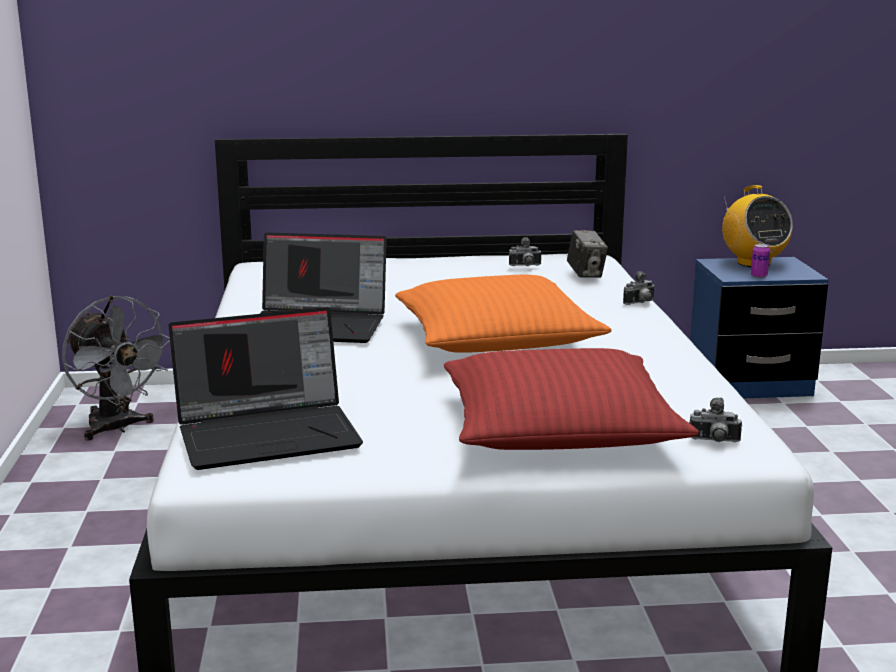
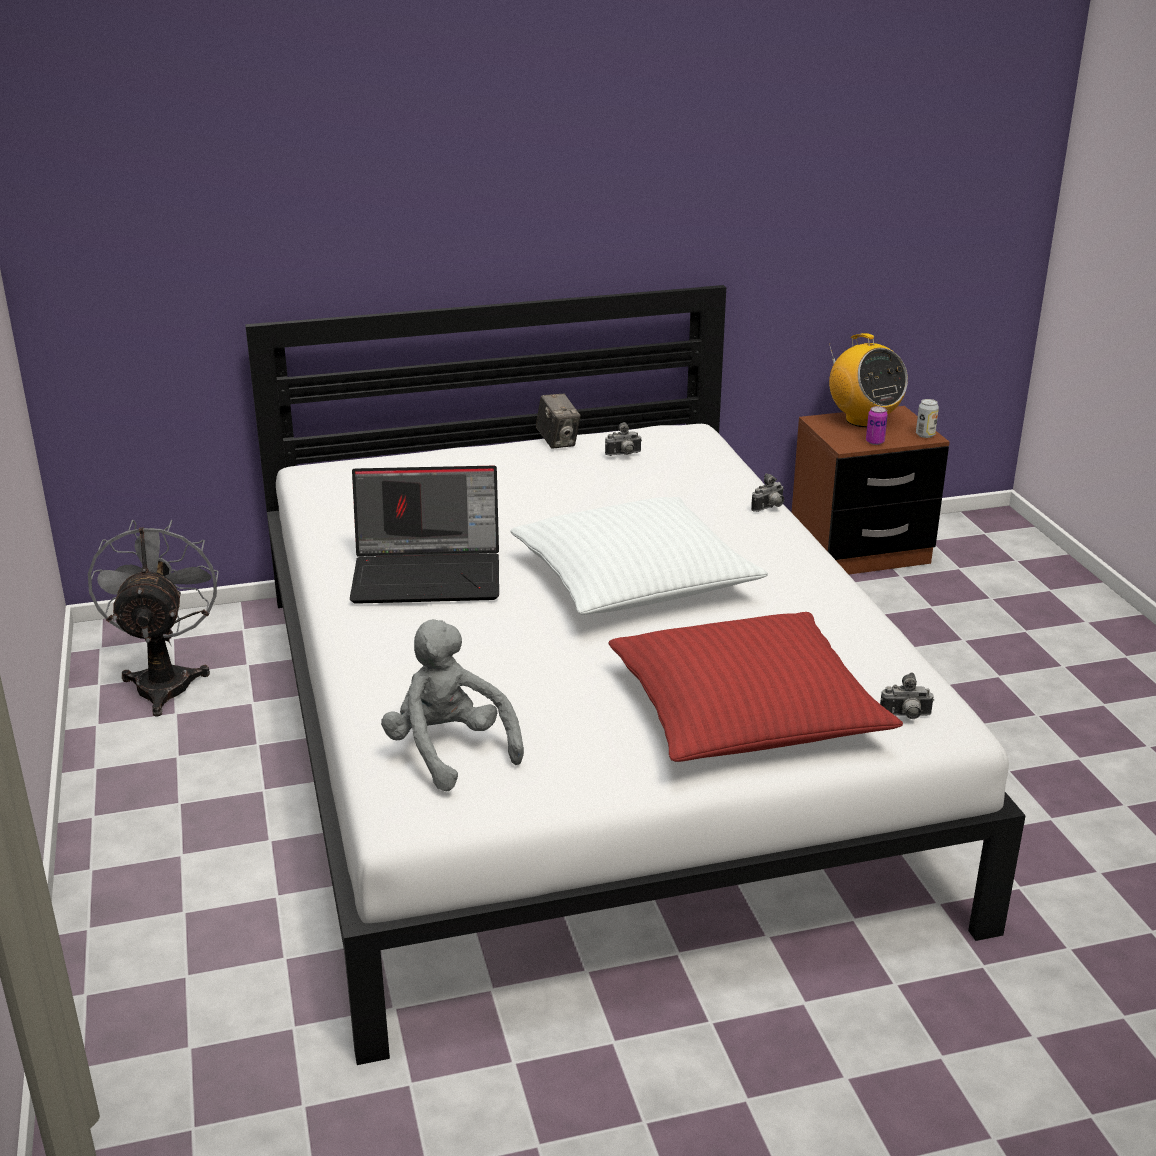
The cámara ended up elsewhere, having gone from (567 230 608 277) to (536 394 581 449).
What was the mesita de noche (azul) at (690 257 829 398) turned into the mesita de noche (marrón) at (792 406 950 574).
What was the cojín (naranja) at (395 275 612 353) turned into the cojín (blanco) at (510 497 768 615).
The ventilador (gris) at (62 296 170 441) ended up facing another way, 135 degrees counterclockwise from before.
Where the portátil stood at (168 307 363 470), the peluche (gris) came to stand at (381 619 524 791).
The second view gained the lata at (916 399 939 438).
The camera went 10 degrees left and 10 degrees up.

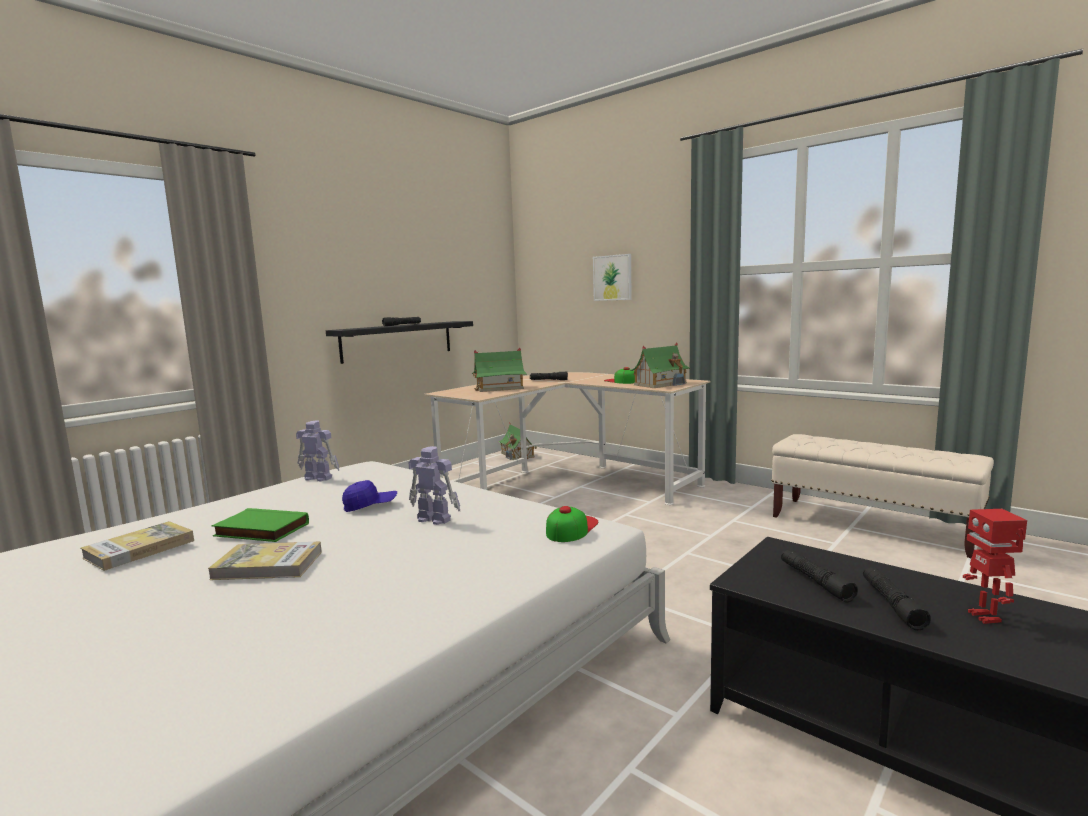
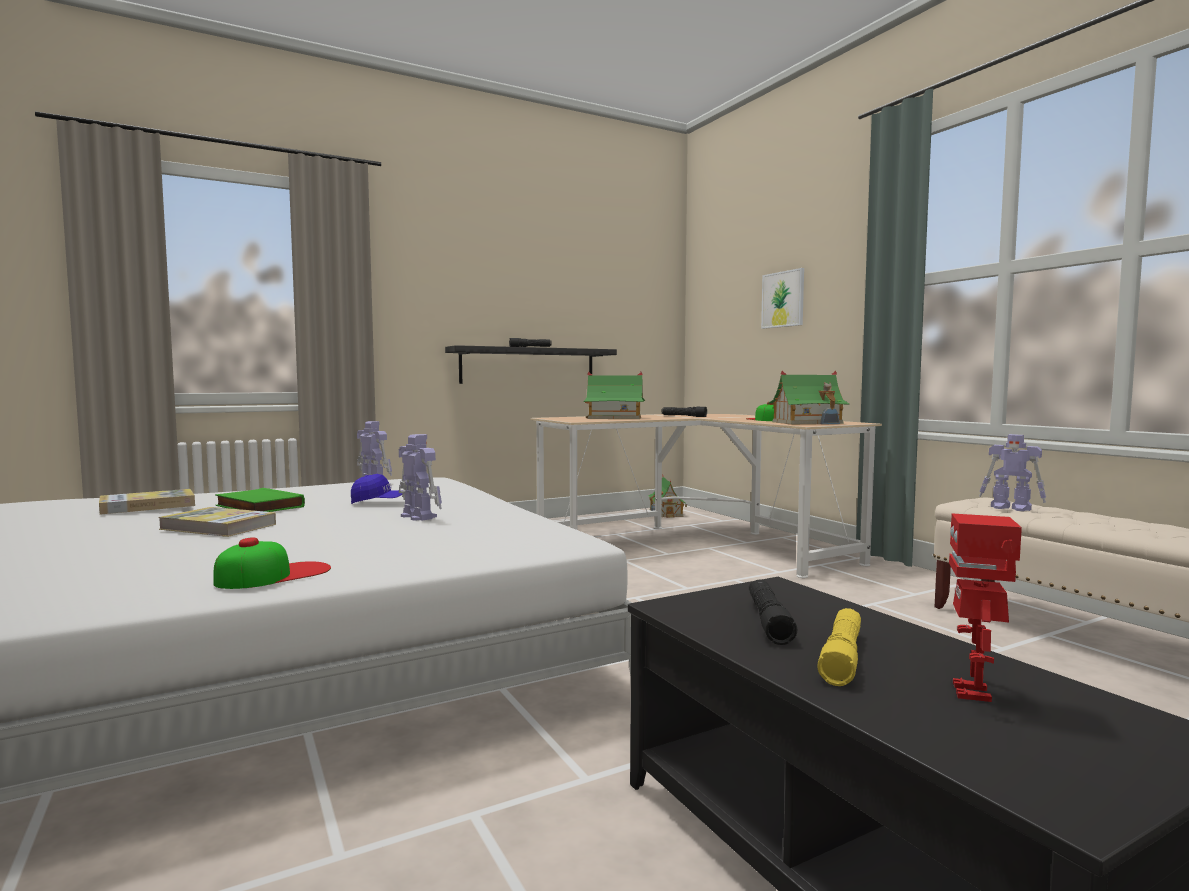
The gorra ended up elsewhere, having gone from (546 506 598 542) to (213 537 331 589).
What was the linterna (negro) at (863 567 931 630) turned into the linterna (amarillo) at (817 608 861 686).
The second view gained the robot de juguete at (979 434 1046 511).
The camera went 20 degrees right and 5 degrees down.

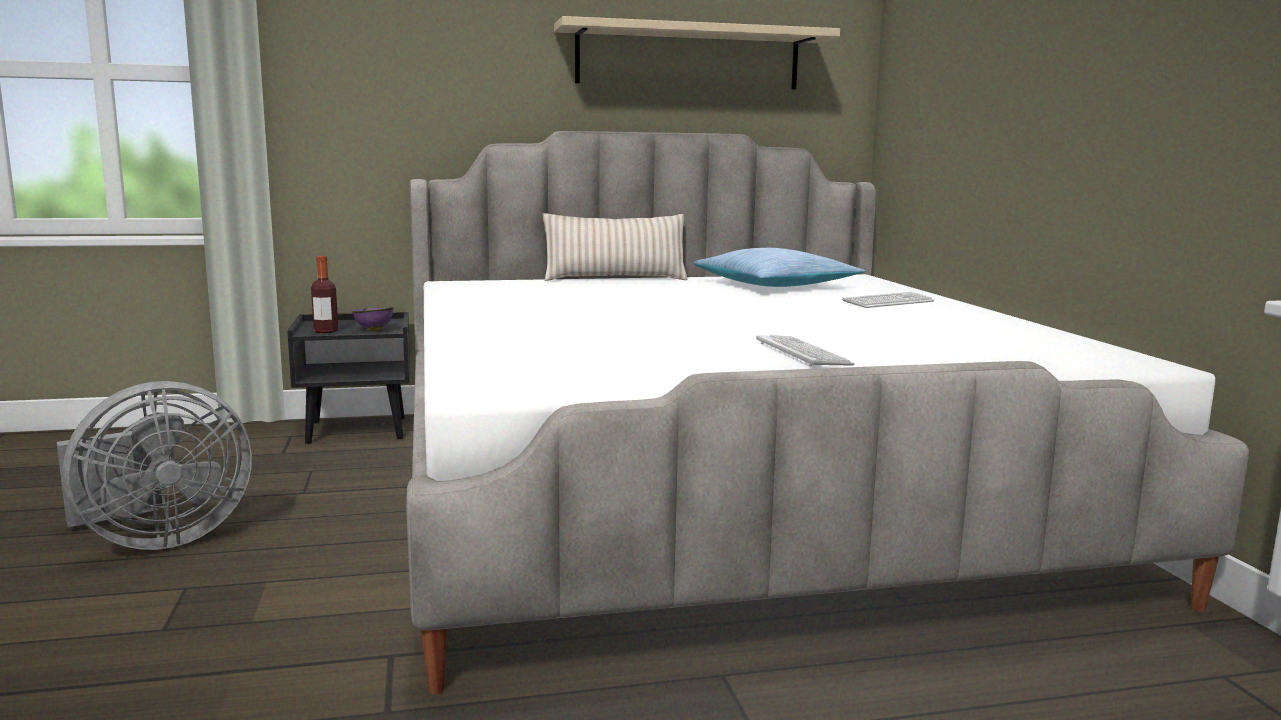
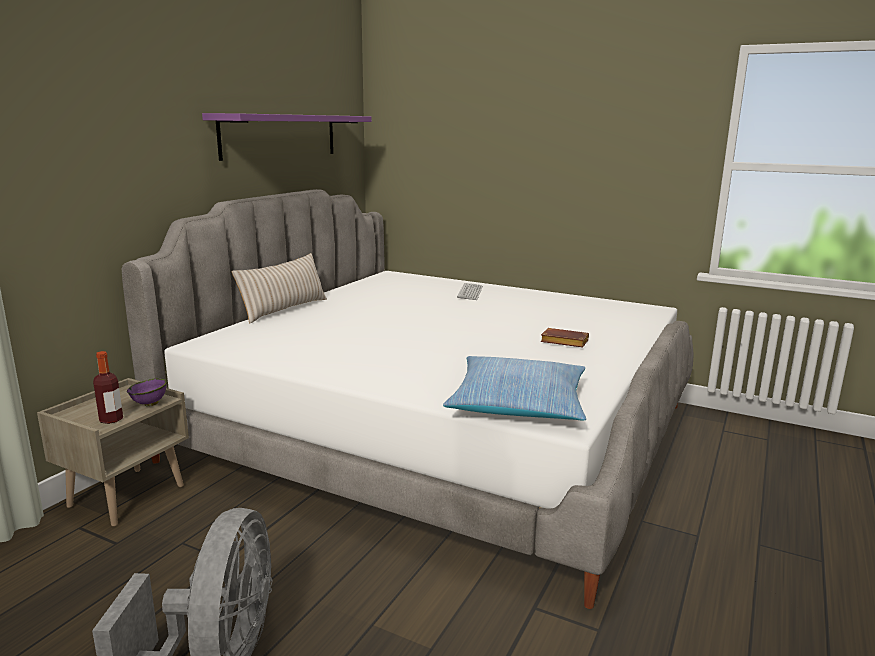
What was the estante (beis) at (554 16 840 90) turned into the estante (morado) at (202 113 372 161).
The cojín ended up elsewhere, having gone from (694 248 865 287) to (443 356 586 421).
What was the mesita de noche (negro) at (287 312 410 444) turned into the mesita de noche (beis) at (37 378 189 526).
Where the teclado stood at (756 335 855 366), the libro (marrón) came to stand at (540 328 589 348).
The camera went 50 degrees left and 5 degrees up.

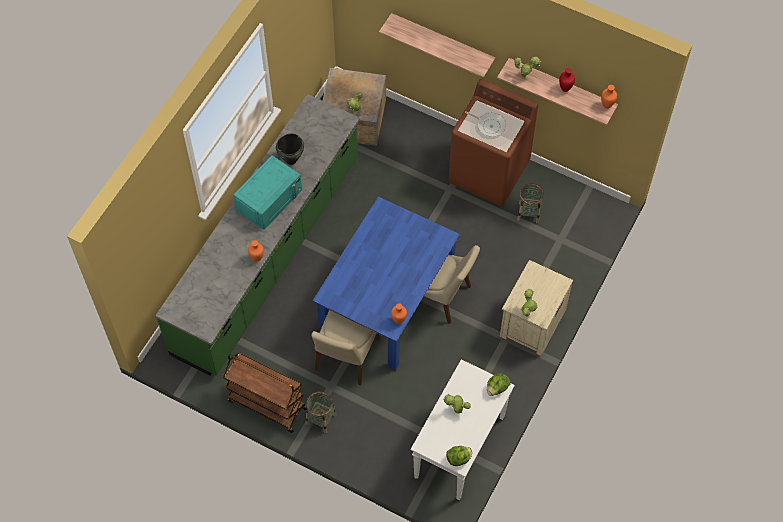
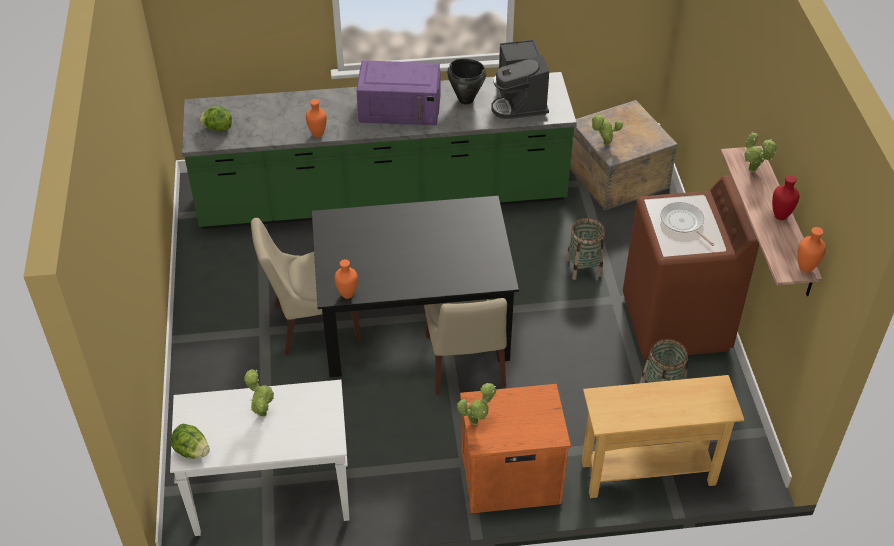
The second view lost the estante at (379 13 495 78).
The sartén at (465 112 506 137) ended up facing another way, 150 degrees clockwise from before.
What was the microondas (turquesa) at (234 155 302 230) turned into the microondas (morado) at (356 60 441 125).
What was the mesa de comedor (azul) at (312 197 460 371) turned into the mesa de comedor (negro) at (312 196 519 377).
What was the mesita de noche (beis) at (500 260 573 356) turned into the mesita de noche (naranja) at (460 384 571 513).
The second view lost the carrito (marrón) at (223 352 307 433).
The lechuga ended up elsewhere, having gone from (487 373 511 396) to (199 106 232 131).
The cesta ended up elsewhere, having gone from (306 392 336 433) to (566 218 605 280).
The second view gained the cafetera at (491 40 549 119).
The second view gained the mesa consola (beis) at (582 375 745 498).
The camera went 55 degrees right and 15 degrees down.

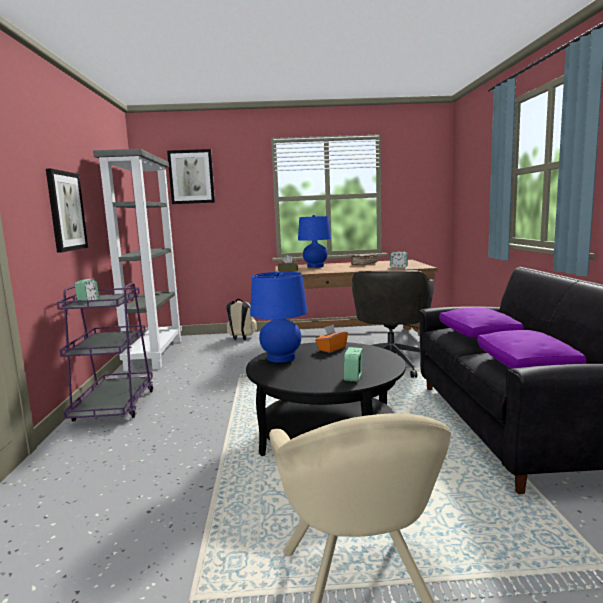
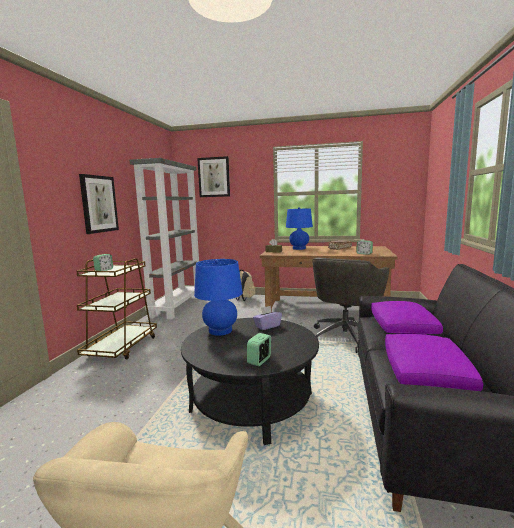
What was the carrito (morado) at (57 282 154 421) turned into the carrito (marrón) at (76 258 157 359).
What was the caja de pañuelos (naranja) at (315 325 348 353) turned into the caja de pañuelos (morado) at (253 306 282 330).
The camera went 15 degrees right and 0 degrees up.

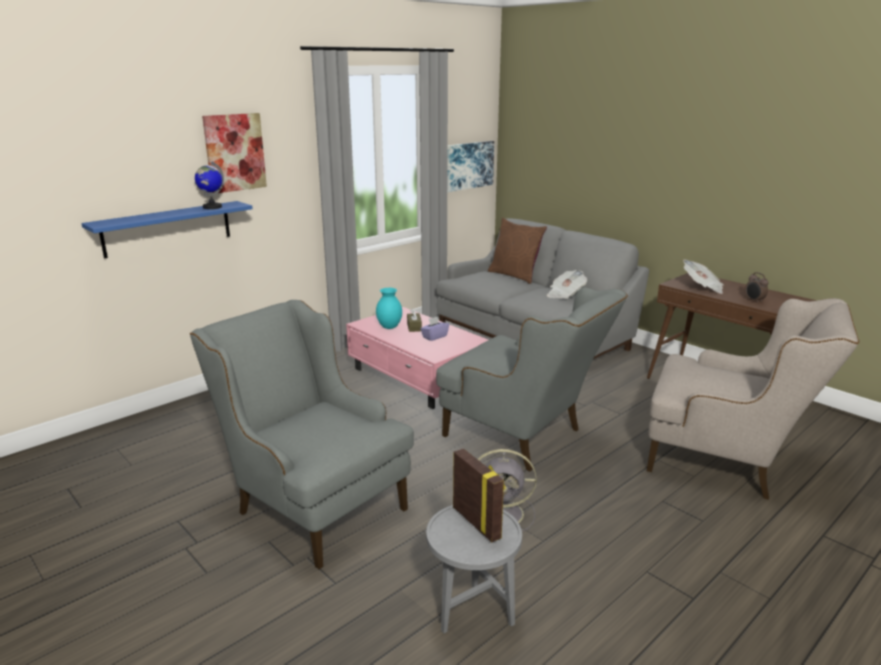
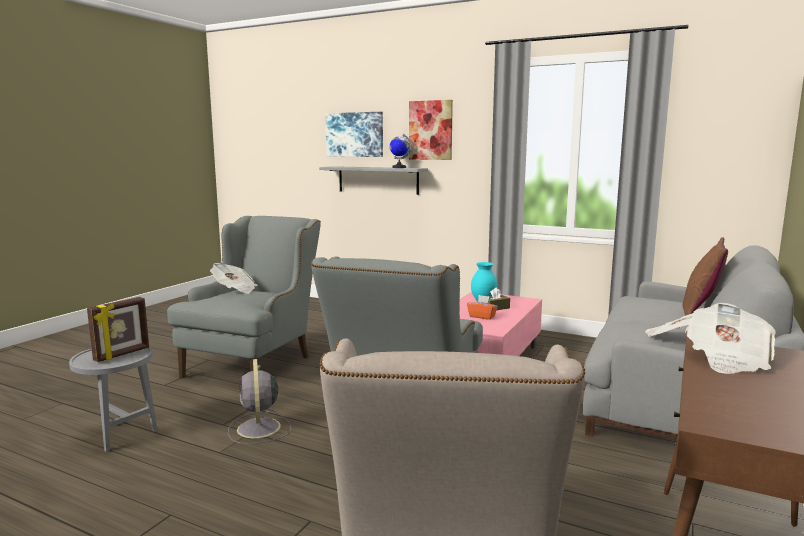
The cuadro ended up elsewhere, having gone from (447 141 494 192) to (325 112 383 157).
What was the estante (azul) at (82 201 253 259) turned into the estante (gris) at (319 166 428 195).
The second view lost the despertador at (745 272 769 303).
What was the caja de pañuelos (morado) at (420 316 449 341) turned into the caja de pañuelos (naranja) at (467 295 498 320).
The second view gained the periódico at (210 263 257 294).
The camera went 70 degrees right and 10 degrees down.

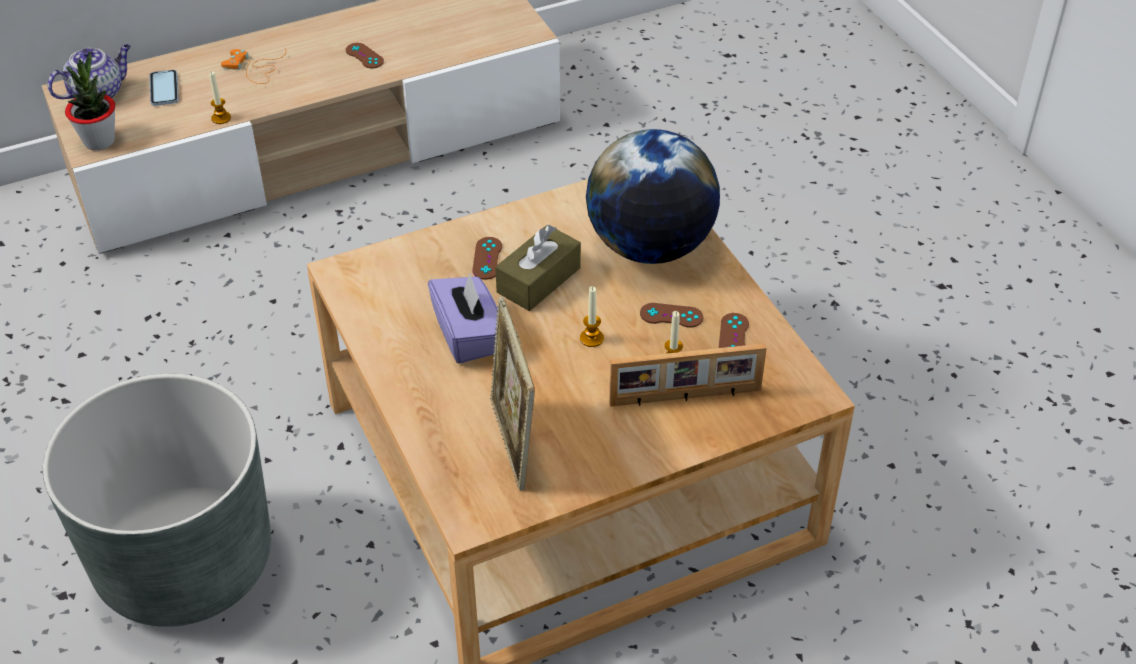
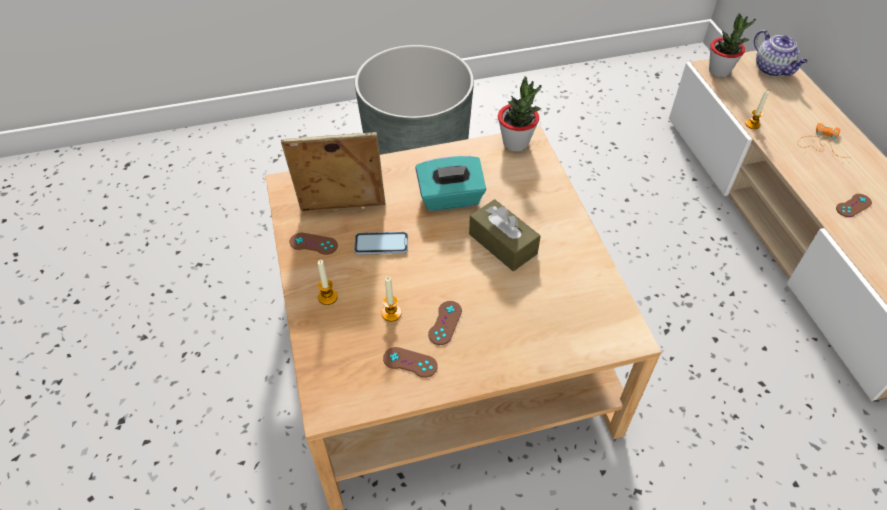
The móvil ended up elsewhere, having gone from (150 70 179 106) to (354 232 408 255).
The second view lost the globo terráqueo at (586 129 720 264).
The mando de consola (marrón) ended up elsewhere, having gone from (472 237 502 280) to (290 233 338 255).
What was the caja de pañuelos (morado) at (428 273 498 364) turned into the caja de pañuelos (turquesa) at (415 156 486 211).
The vela ended up elsewhere, having gone from (580 286 604 347) to (318 260 338 305).
The second view lost the portarretratos at (609 343 767 407).
The second view gained the planta en maceta at (498 76 542 152).
The camera went 100 degrees right and 5 degrees up.

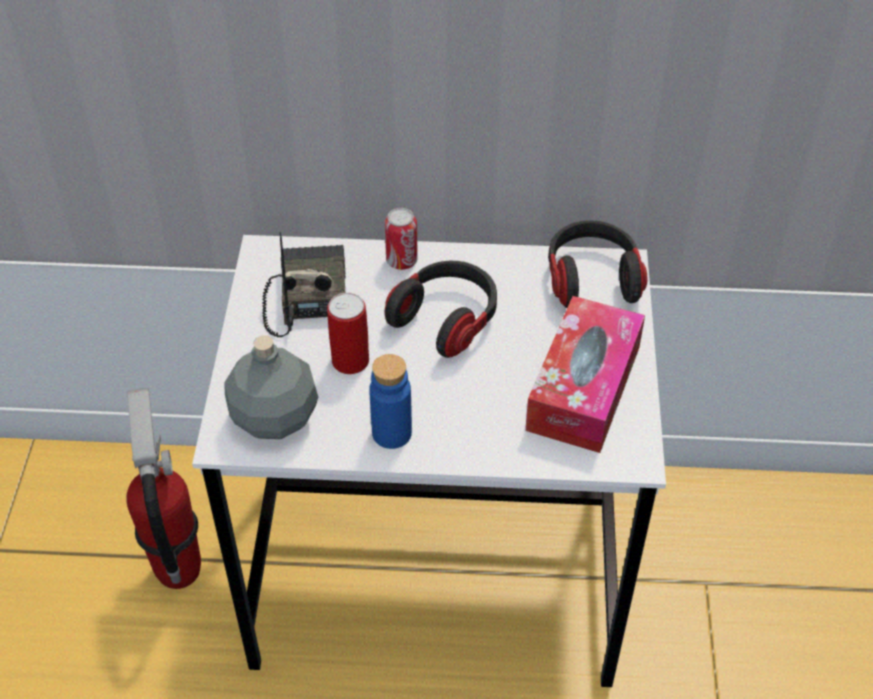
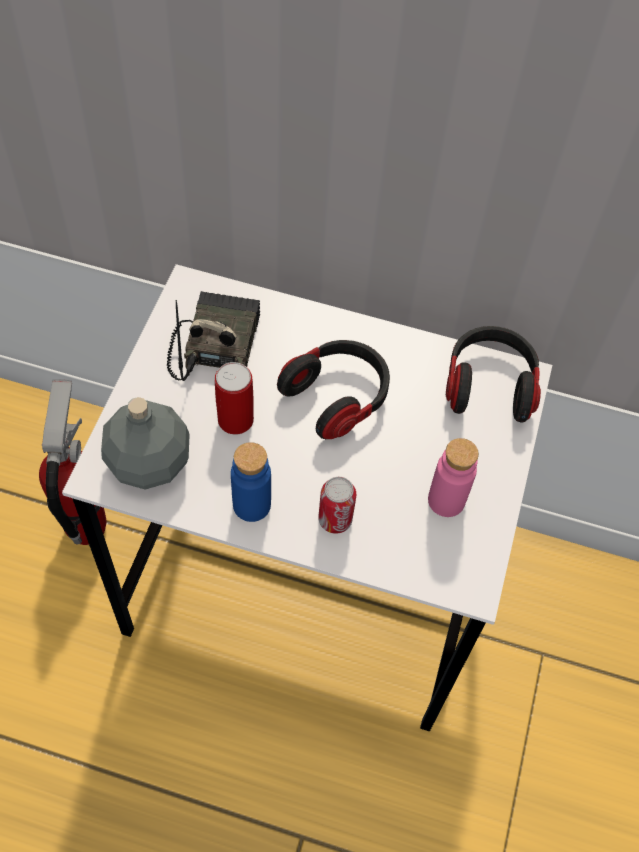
The lata ended up elsewhere, having gone from (385 208 418 270) to (318 477 356 534).
Where the caja de pañuelos stood at (525 296 645 453), the botella (rosa) came to stand at (428 438 479 517).
The camera went 10 degrees right and 10 degrees up.

